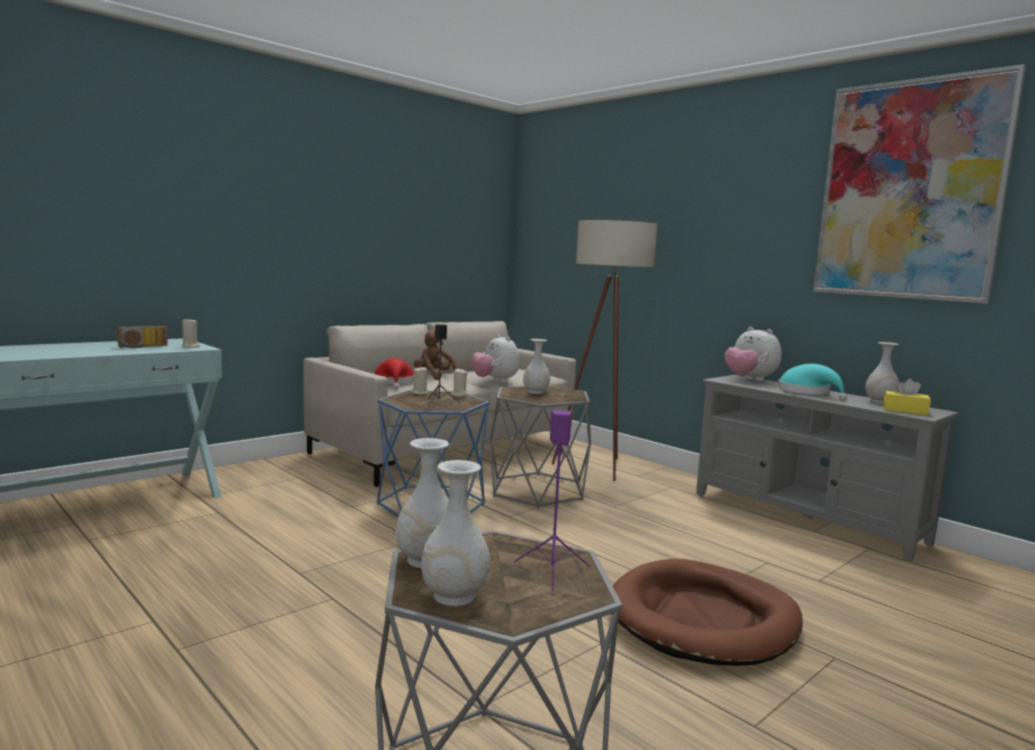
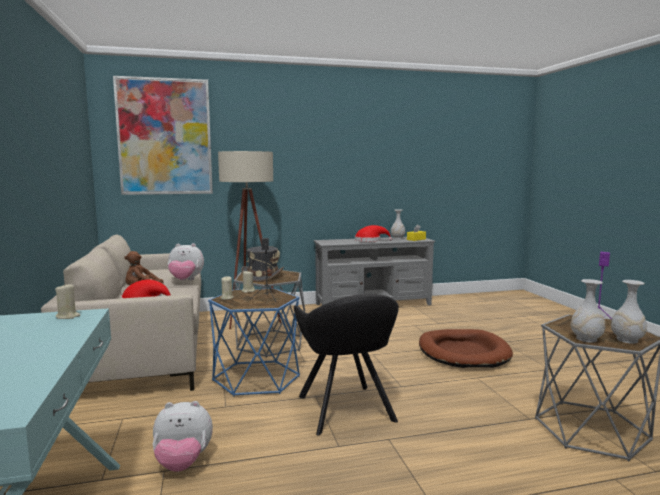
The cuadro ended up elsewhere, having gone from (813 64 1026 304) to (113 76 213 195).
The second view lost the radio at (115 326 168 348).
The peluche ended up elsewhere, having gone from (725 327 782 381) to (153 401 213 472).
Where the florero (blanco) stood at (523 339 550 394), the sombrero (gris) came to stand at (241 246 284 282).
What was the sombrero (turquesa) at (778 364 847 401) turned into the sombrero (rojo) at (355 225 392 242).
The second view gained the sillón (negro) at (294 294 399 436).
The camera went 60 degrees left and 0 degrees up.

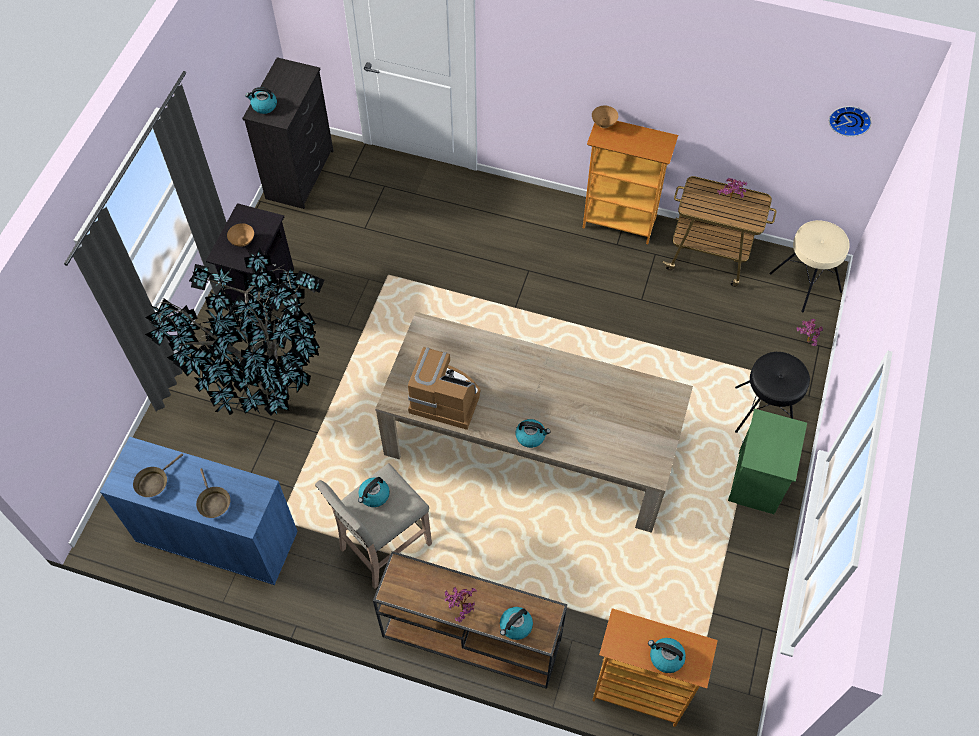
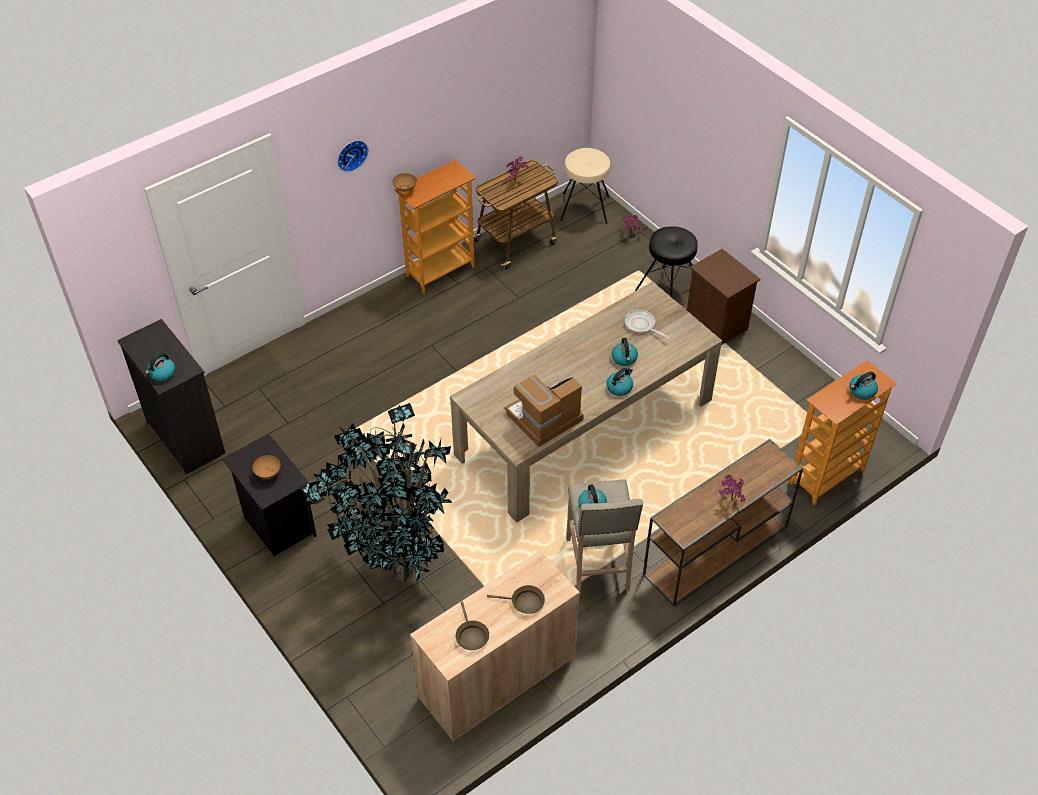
The reloj de pared ended up elsewhere, having gone from (829 106 872 137) to (337 140 368 172).
What was the mesita de noche (verde) at (728 409 807 514) turned into the mesita de noche (marrón) at (687 249 761 345).
What was the armario (azul) at (100 437 298 585) turned into the armario (beis) at (410 550 580 742).
The hervidor ended up elsewhere, having gone from (500 607 533 640) to (612 338 638 366).
The second view gained the sartén at (625 310 670 339).
The camera went 55 degrees left and 10 degrees down.

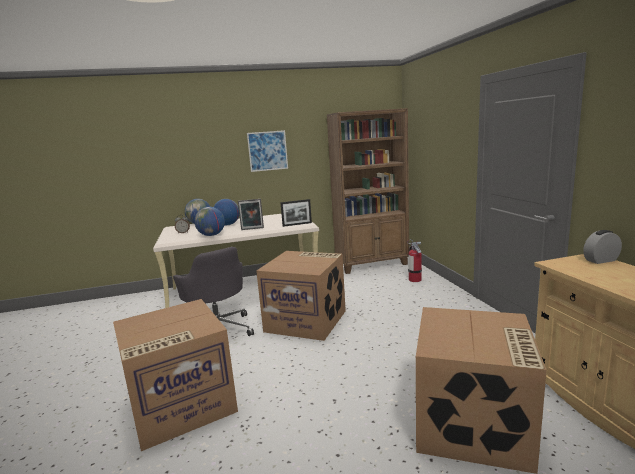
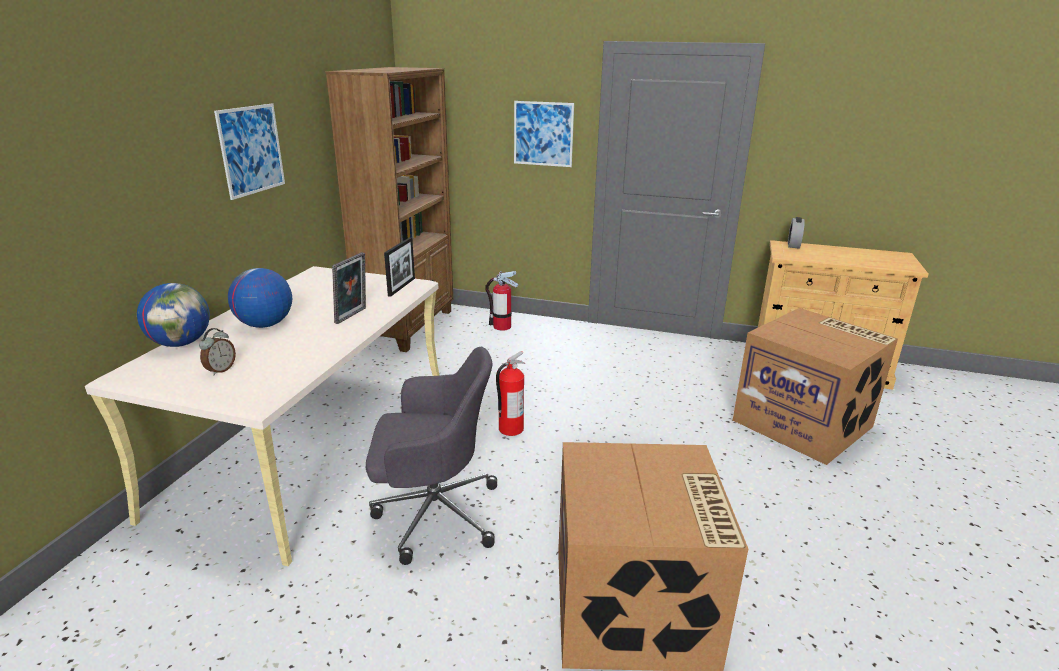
The second view lost the globo terráqueo at (195 207 225 236).
Where the caja de cartón stood at (256 251 346 341), the extintor came to stand at (496 351 525 436).
The second view gained the cuadro at (514 101 574 167).
The camera went 60 degrees left and 10 degrees up.

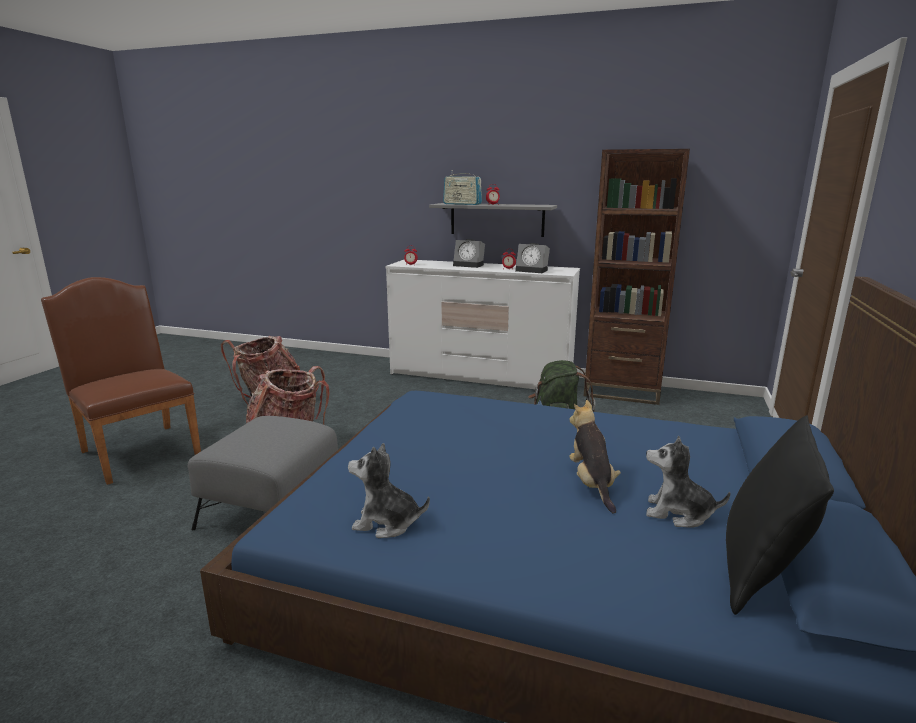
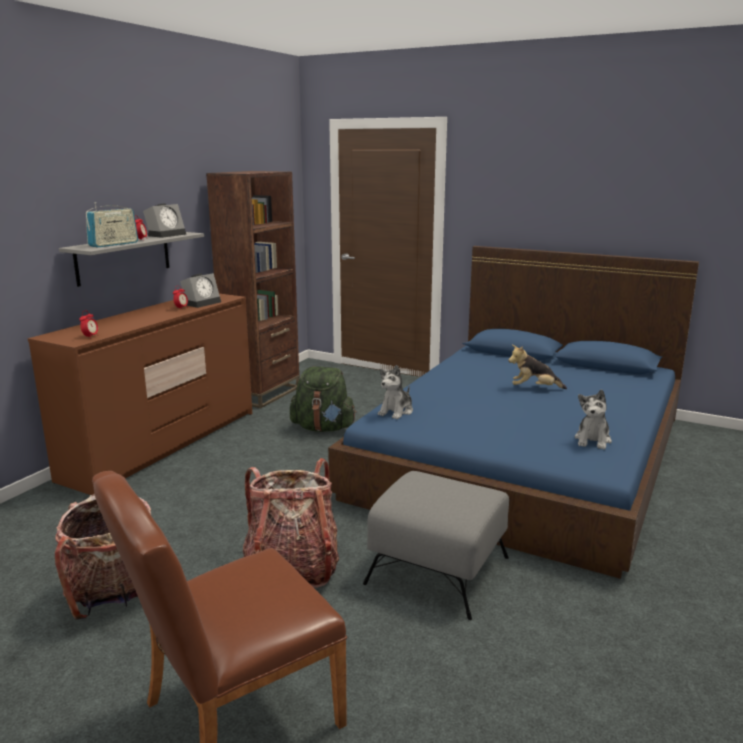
The despertador ended up elsewhere, having gone from (453 239 485 268) to (143 203 186 238).
What was the cómoda (blanco) at (385 259 580 389) turned into the cómoda (marrón) at (28 293 252 495).
The second view lost the cojín (negro) at (726 415 834 615).
The peluche ended up elsewhere, having gone from (646 436 731 528) to (378 365 413 419).
The camera went 80 degrees left and 0 degrees up.

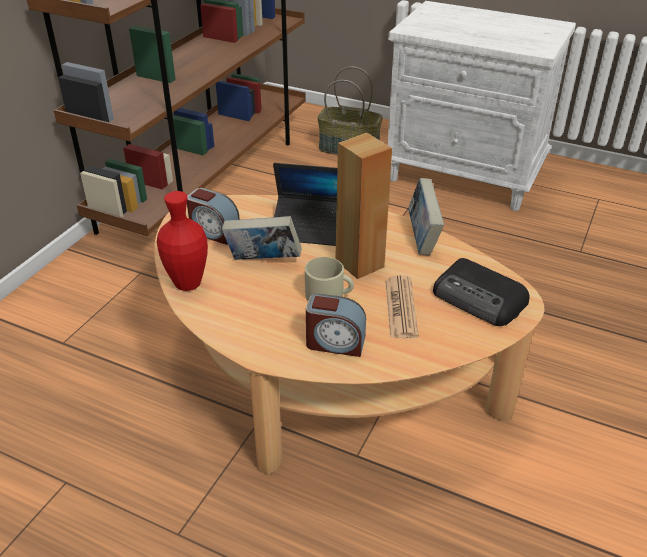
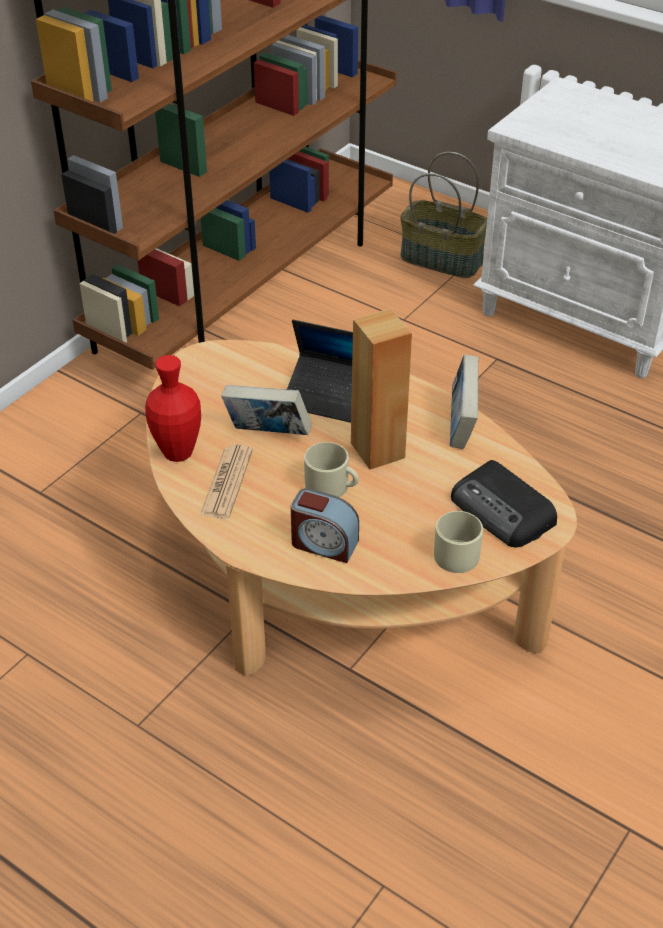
The second view lost the despertador at (187 188 240 245).
The periódico ended up elsewhere, having gone from (385 275 419 338) to (200 444 253 519).
The second view gained the taza grande (beis) at (434 511 483 573).
The camera went 10 degrees right and 5 degrees up.

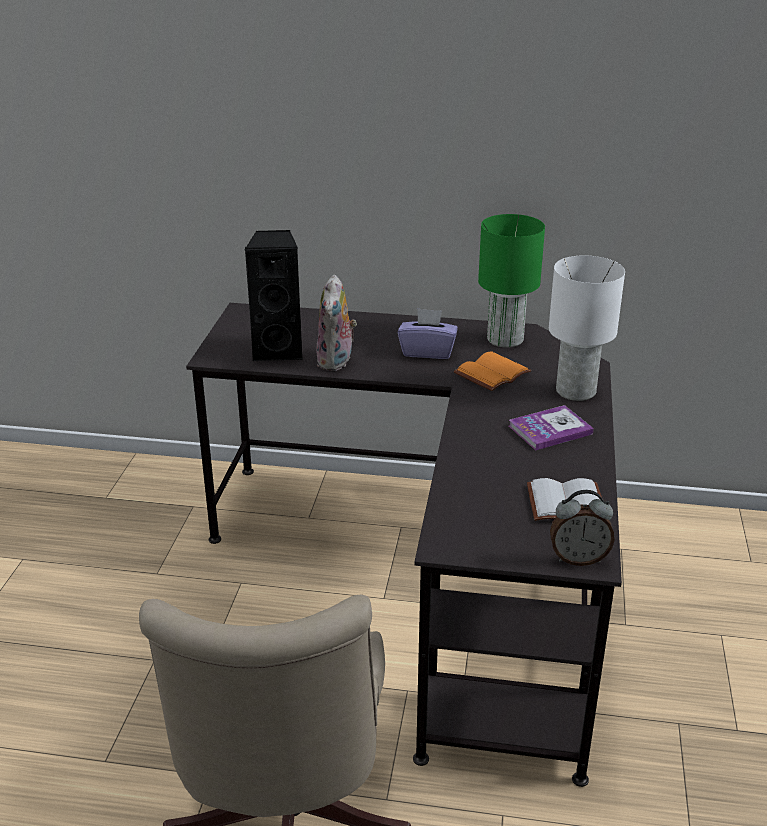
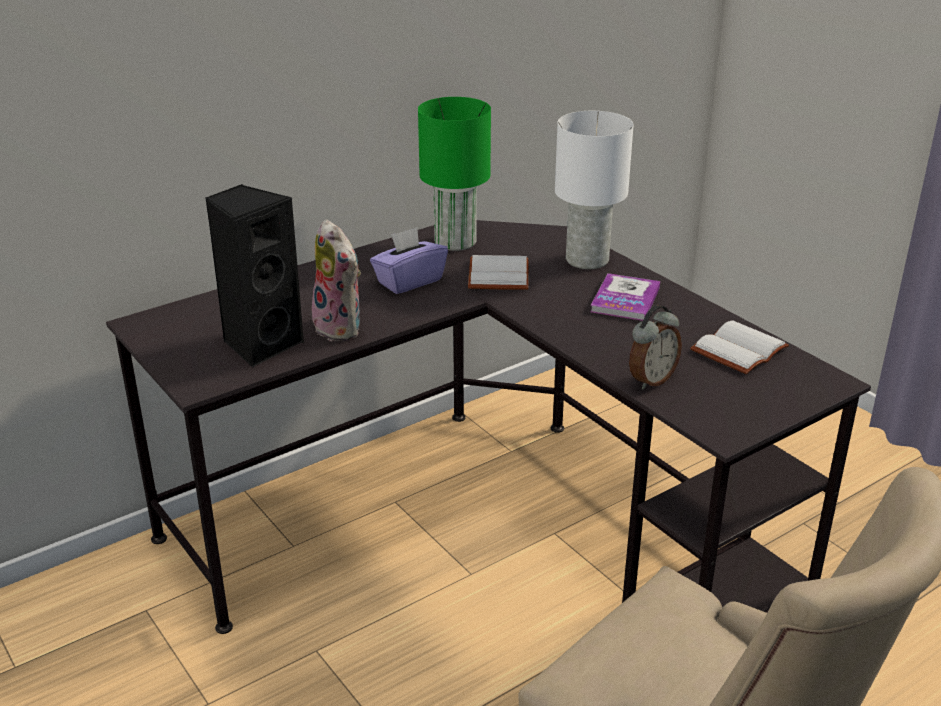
What was the libro (naranja) at (454 351 531 391) turned into the libro (blanco) at (468 255 529 290).
The despertador ended up elsewhere, having gone from (550 490 615 566) to (629 305 682 390).
The camera went 45 degrees left and 0 degrees up.

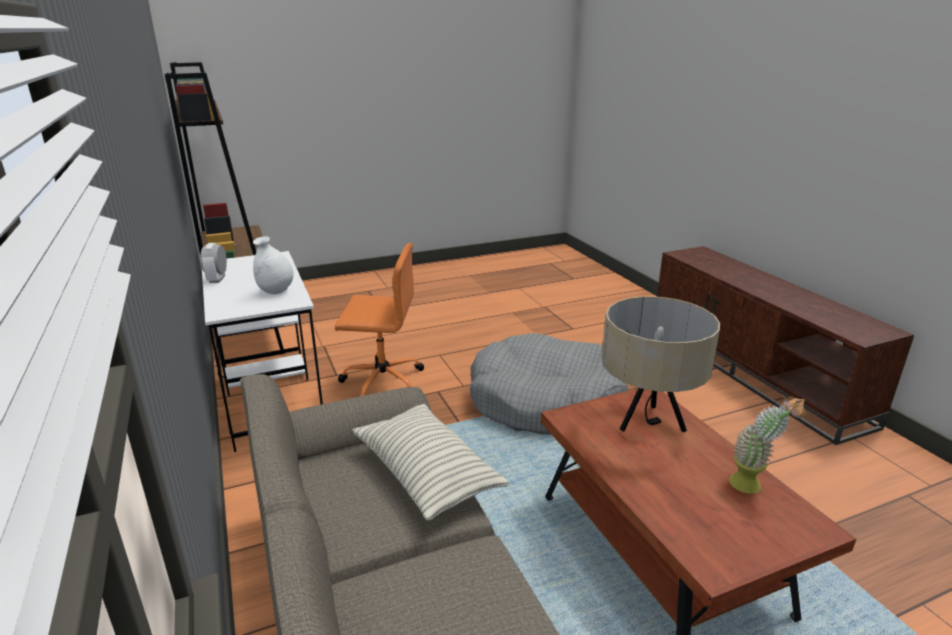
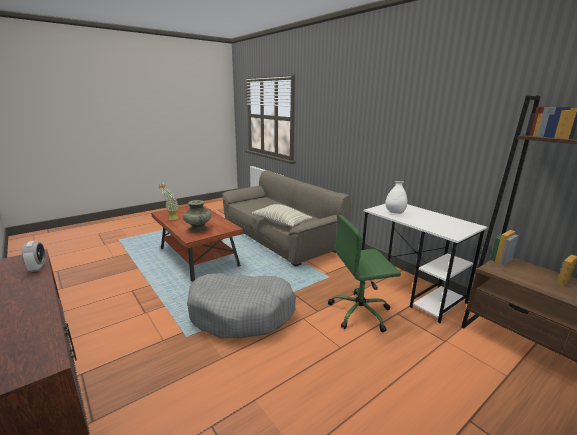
The despertador ended up elsewhere, having gone from (200 243 227 283) to (21 241 45 272).
What was the silla de oficina (naranja) at (335 243 424 396) turned into the silla de oficina (verde) at (328 214 401 333).
Where the lámpara de mesa (beis) stood at (601 296 720 432), the florero (turquesa) came to stand at (183 200 211 232).
The camera went 165 degrees right and 5 degrees down.

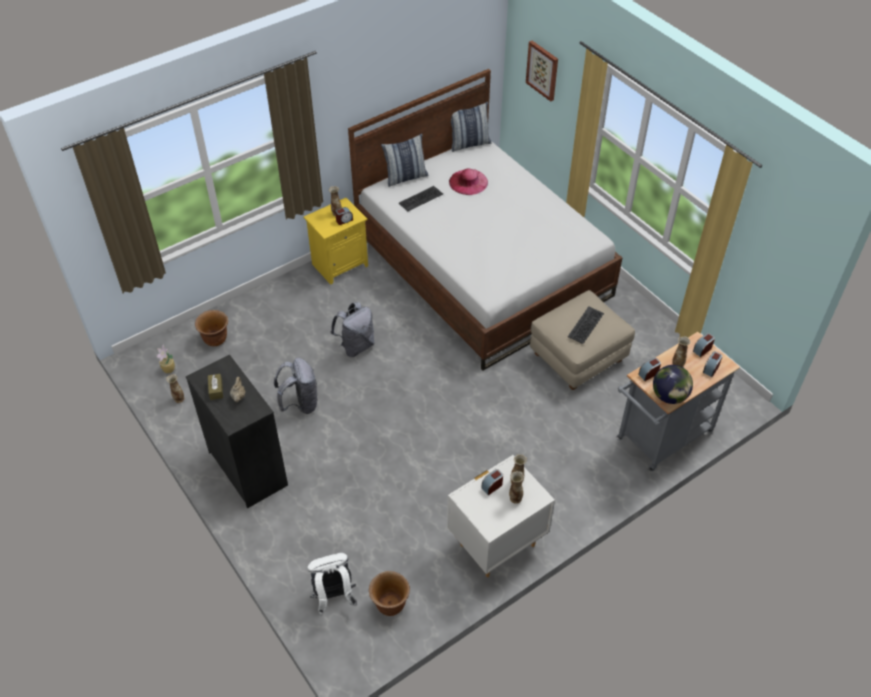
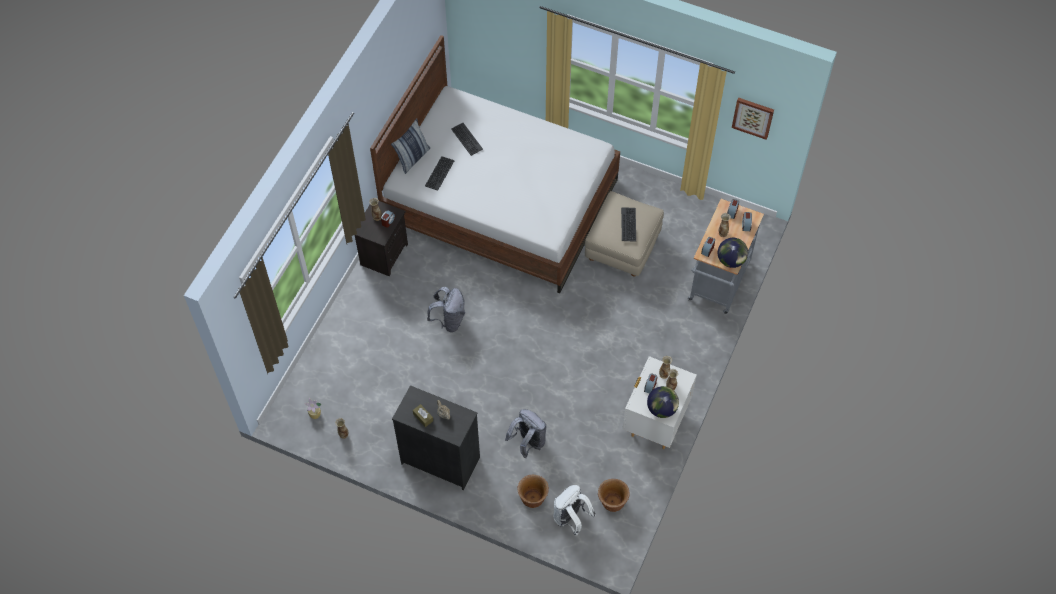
The cuadro ended up elsewhere, having gone from (526 41 558 102) to (732 97 774 140).
The second view lost the cojín at (451 102 491 152).
Where the sombrero (rosa) stood at (449 169 488 195), the teclado came to stand at (451 123 483 156).
What was the mesita de noche (amarillo) at (304 198 368 285) turned into the mesita de noche (negro) at (355 201 408 277).
The maceta (marrón) ended up elsewhere, having gone from (195 310 228 346) to (518 475 549 508).
The mochila (gris) ended up elsewhere, having gone from (274 358 318 414) to (505 409 547 458).
The second view gained the globo terráqueo at (647 386 679 418).
The camera went 30 degrees left and 10 degrees up.

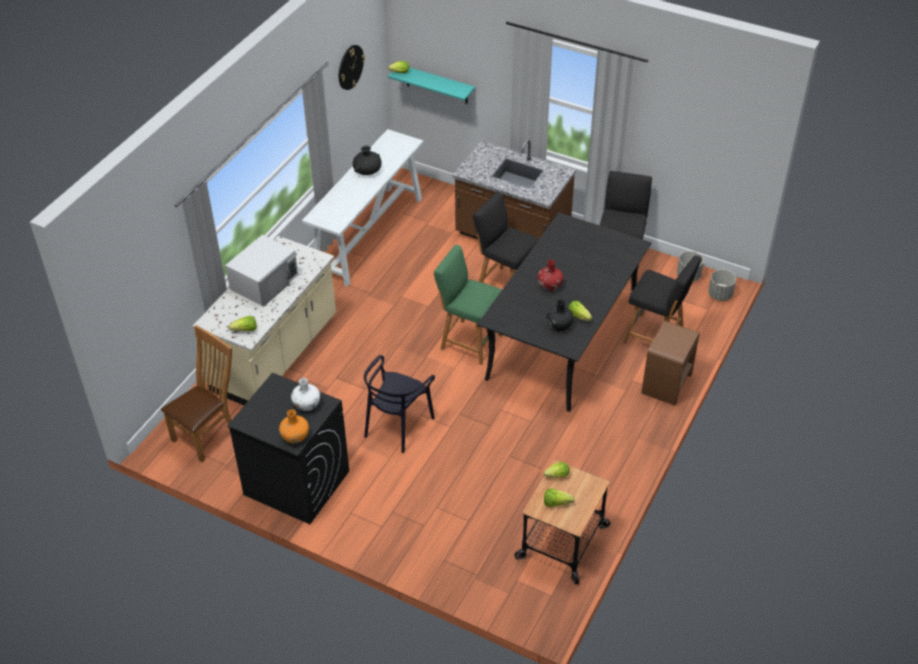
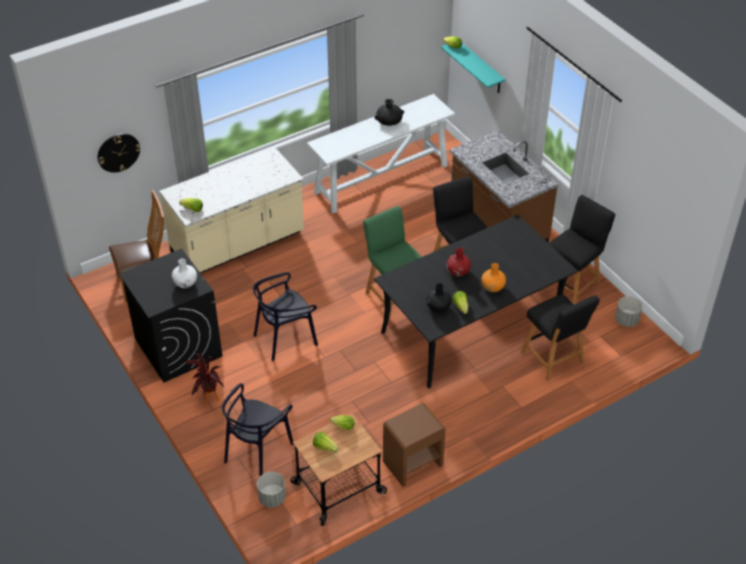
The reloj de pared ended up elsewhere, having gone from (339 45 365 90) to (97 134 141 173).
The second view lost the microondas (blanco) at (225 235 298 307).
The maceta (gris) ended up elsewhere, having gone from (708 270 736 301) to (257 472 286 508).
The mesita de noche (marrón) ended up elsewhere, having gone from (641 321 700 406) to (383 403 446 487).
The florero (naranja) ended up elsewhere, having gone from (279 409 309 443) to (481 263 506 292).
The second view gained the planta en maceta at (184 352 224 406).
The second view gained the silla (negro) at (222 383 293 476).
The camera went 30 degrees right and 0 degrees up.

